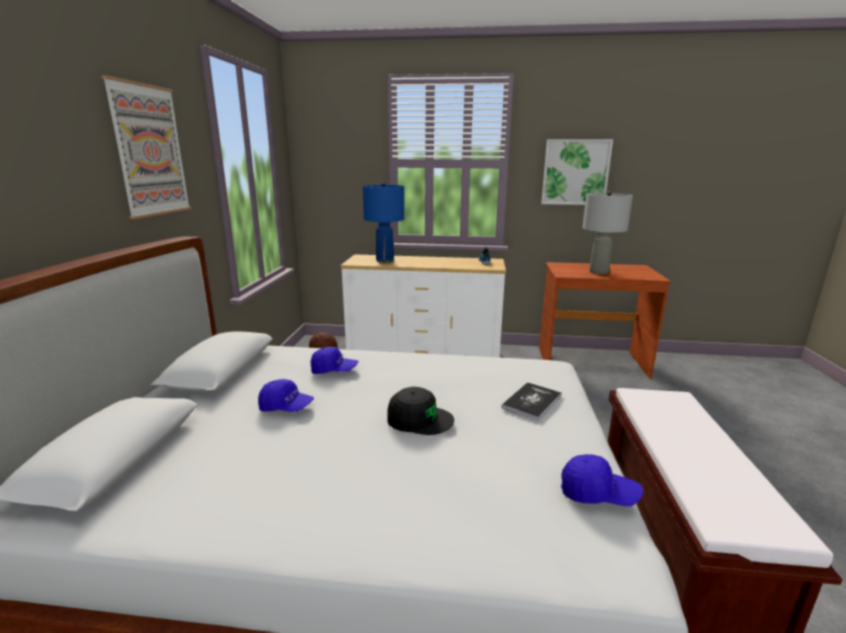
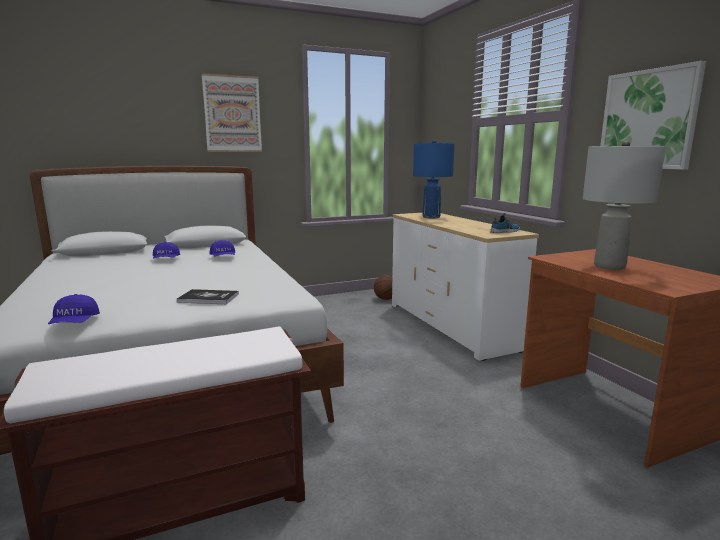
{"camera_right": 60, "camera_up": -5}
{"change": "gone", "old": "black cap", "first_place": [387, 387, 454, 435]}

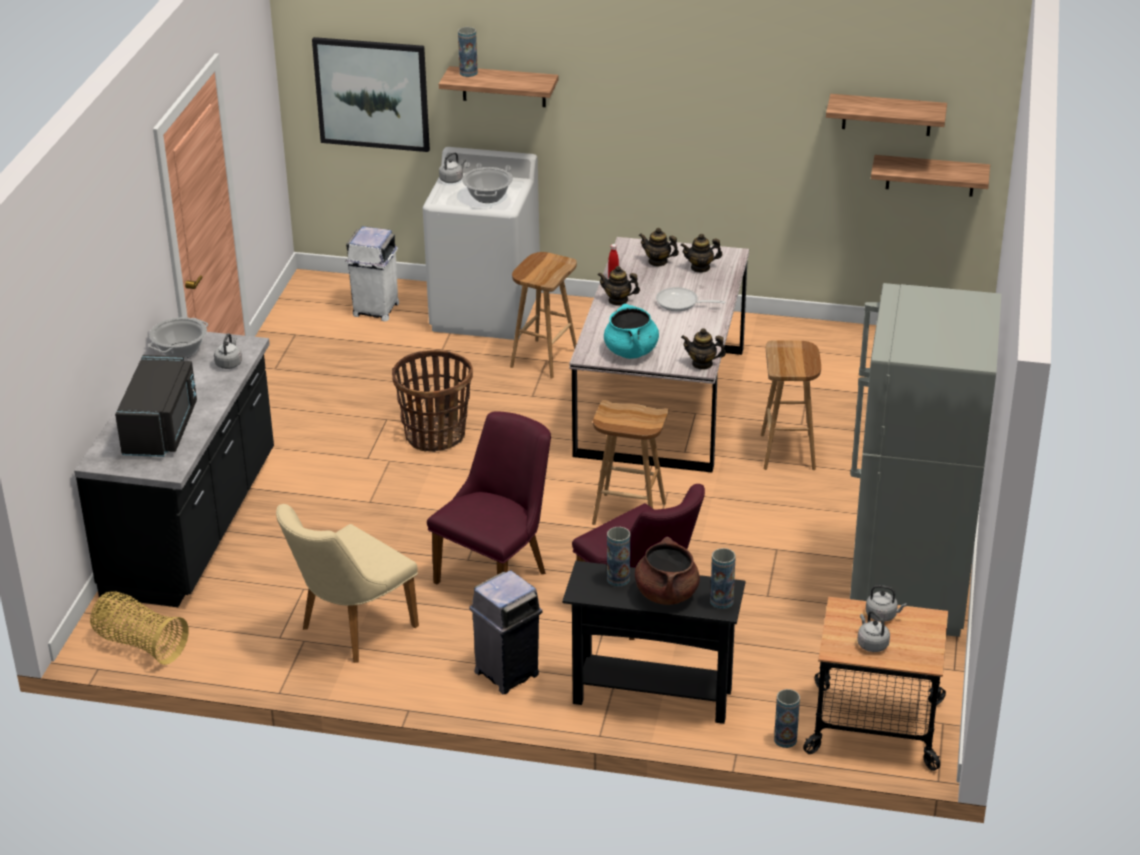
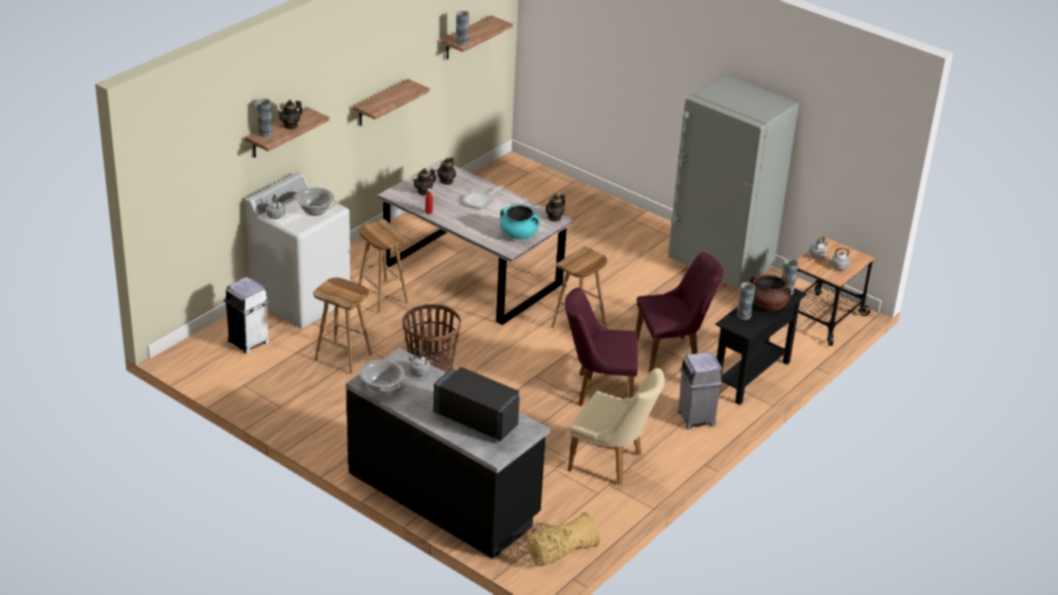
{"camera_right": -65, "camera_up": 0}
{"change": "rotated", "old": "beige chair", "first_place": [276, 504, 419, 663], "second_place": [568, 368, 665, 486], "degrees": -45}
{"change": "gone", "old": "picture", "first_place": [312, 37, 430, 152]}
{"change": "rotated", "old": "purple chair", "first_place": [427, 412, 551, 585], "second_place": [565, 288, 638, 406], "degrees": -60}
{"change": "shifted", "old": "teapot", "first_place": [598, 266, 640, 306], "second_place": [278, 100, 303, 129]}
{"change": "shifted", "old": "brown stool", "first_place": [761, 340, 821, 470], "second_place": [313, 278, 372, 374]}
{"change": "shifted", "old": "vase", "first_place": [774, 689, 800, 748], "second_place": [456, 11, 469, 46]}
{"change": "shifted", "old": "shelf", "first_place": [871, 155, 990, 197], "second_place": [353, 79, 430, 126]}

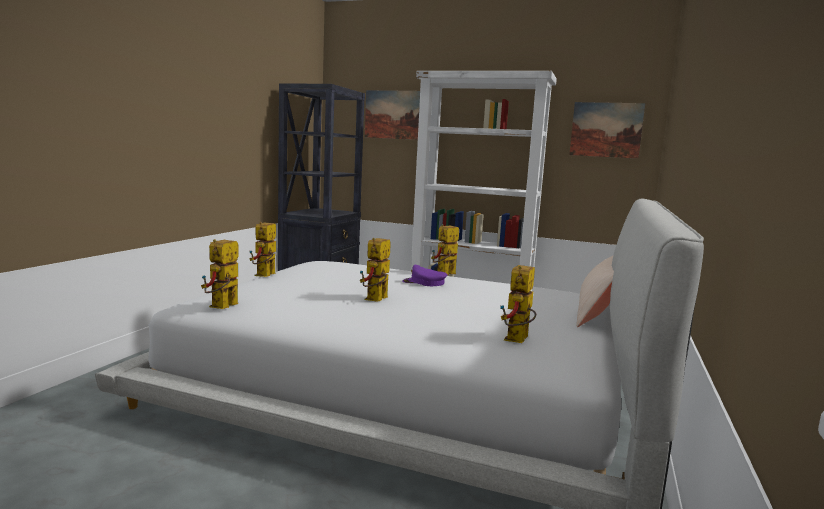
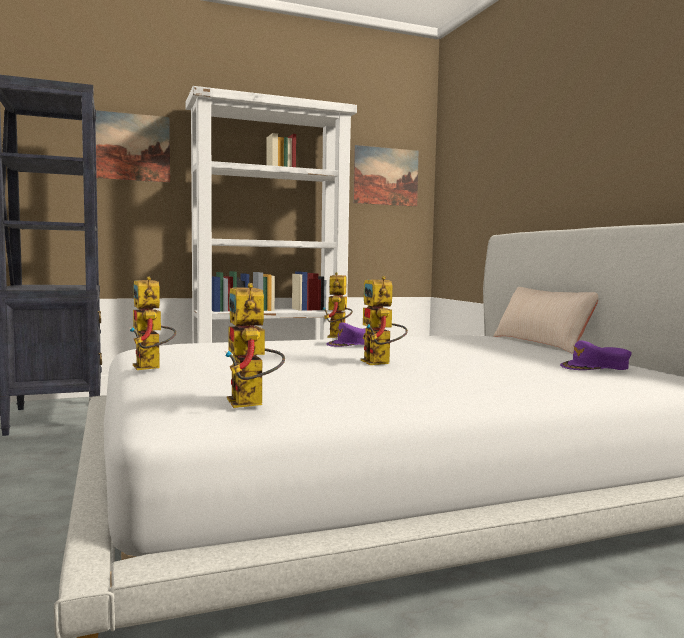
{"camera_right": -40, "camera_up": -5}
{"change": "swapped", "old": "toy robot", "new": "purple cap", "first_place": [500, 265, 536, 343], "second_place": [560, 340, 632, 370]}

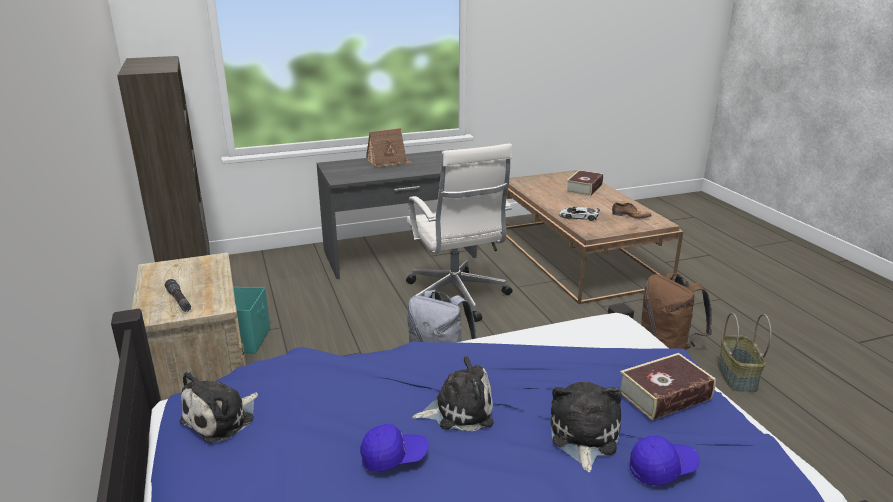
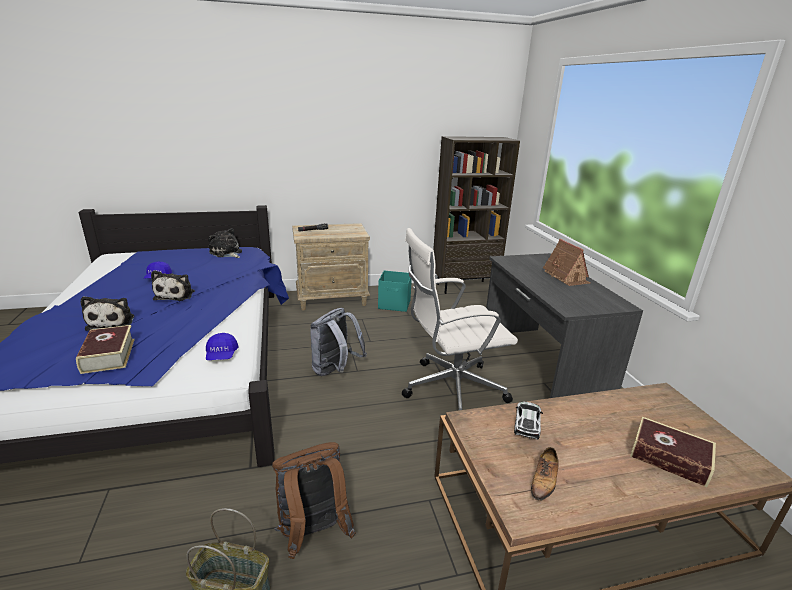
{"camera_right": 95, "camera_up": 0}
{"change": "rotated", "old": "plush toy", "first_place": [550, 382, 622, 472], "second_place": [81, 296, 134, 331], "degrees": 60}
{"change": "shifted", "old": "blue cap", "first_place": [630, 435, 699, 485], "second_place": [206, 333, 238, 360]}

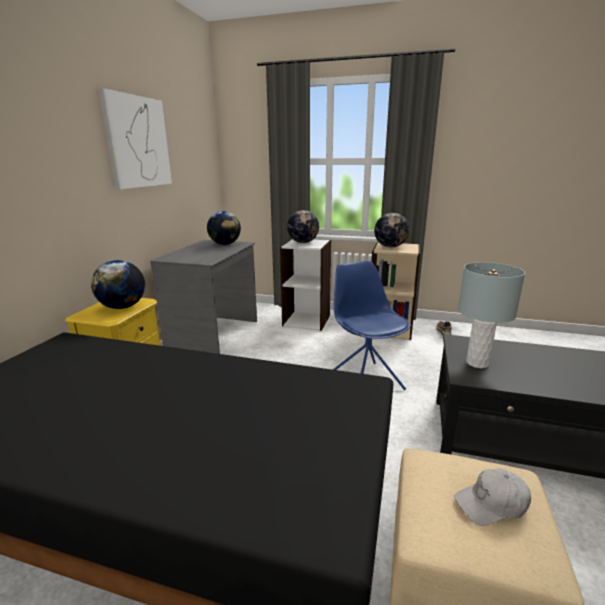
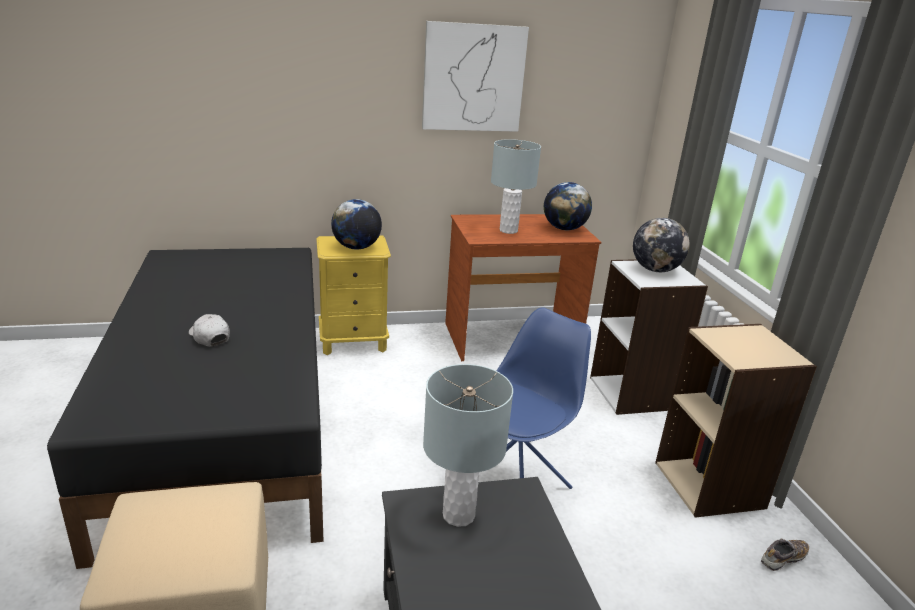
{"camera_right": 60, "camera_up": 5}
{"change": "repainted", "old": "grey desk", "new": "brown desk", "first_place": [150, 240, 257, 354], "second_place": [445, 214, 601, 361]}
{"change": "gone", "old": "globe", "first_place": [374, 213, 409, 247]}
{"change": "shifted", "old": "white cap", "first_place": [454, 468, 531, 526], "second_place": [189, 314, 230, 347]}
{"change": "new", "new": "grey table lamp", "second_place": [491, 139, 541, 234]}

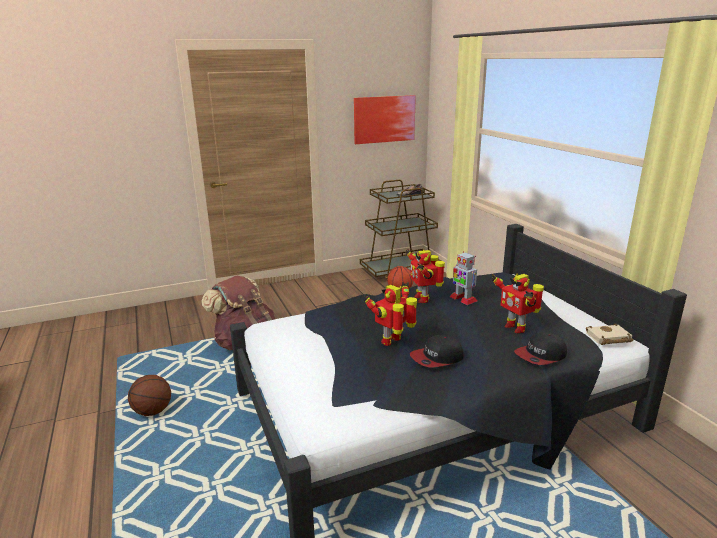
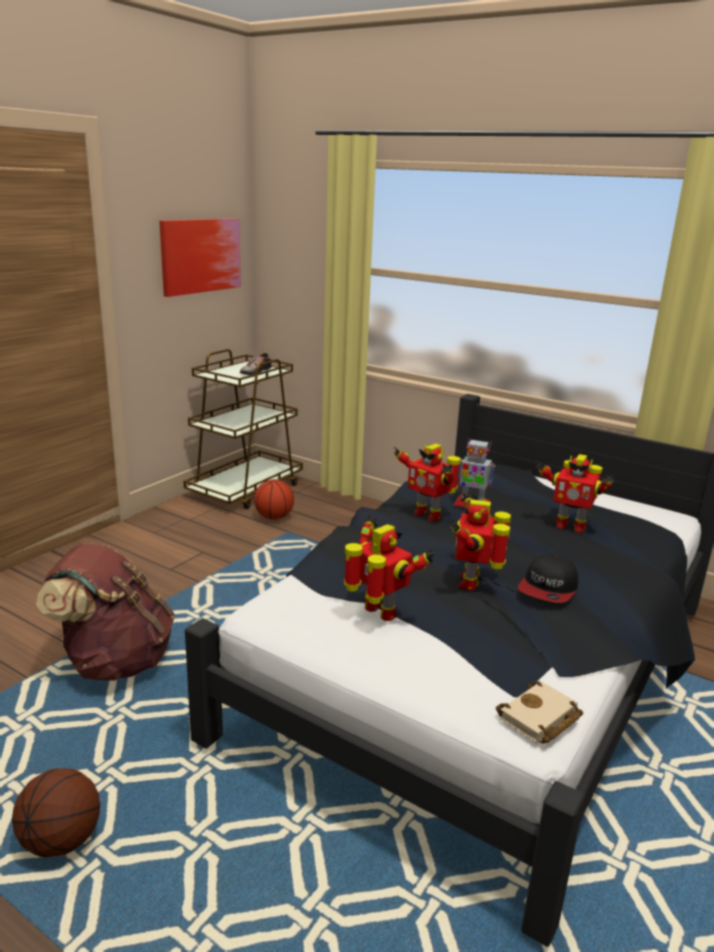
{"camera_right": -35, "camera_up": 0}
{"change": "gone", "old": "cap", "first_place": [514, 332, 567, 365]}
{"change": "shifted", "old": "beige book", "first_place": [586, 324, 633, 345], "second_place": [496, 681, 583, 744]}
{"change": "new", "new": "toy robot", "second_place": [344, 515, 434, 621]}

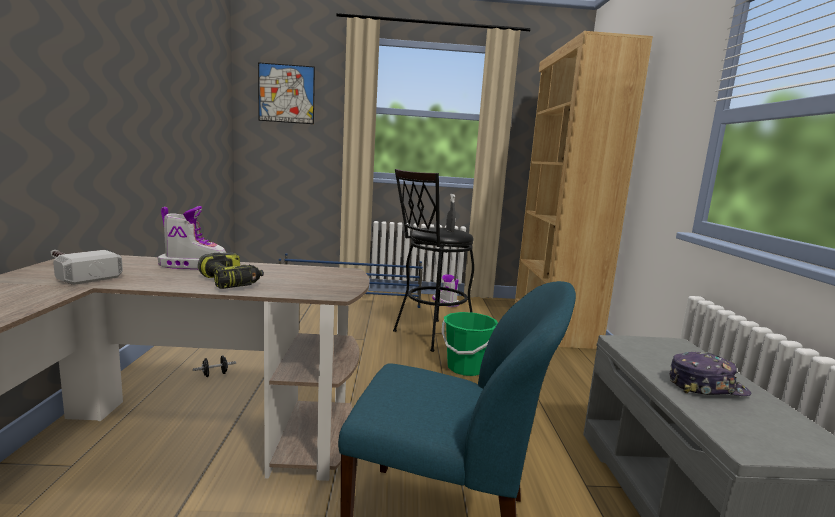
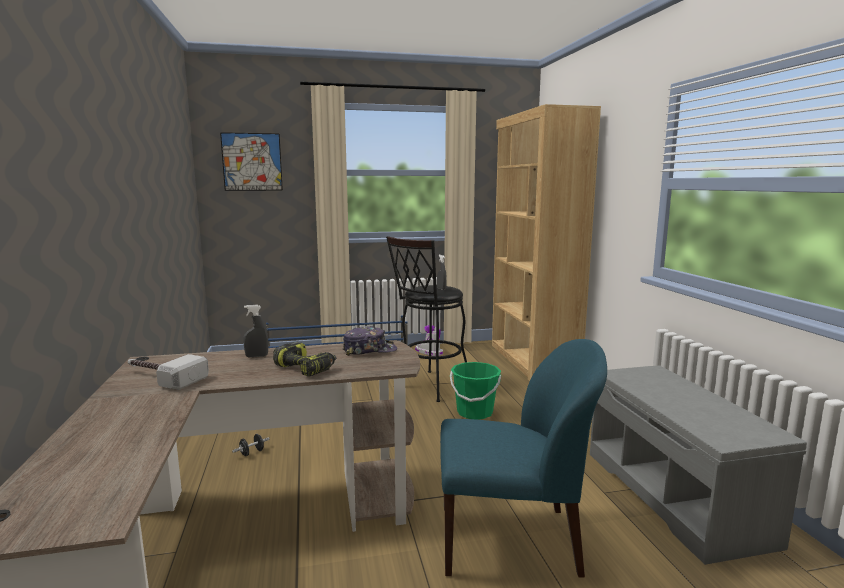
{"camera_right": -10, "camera_up": 0}
{"change": "swapped", "old": "boot", "new": "grey spray bottle", "first_place": [158, 206, 226, 269], "second_place": [243, 305, 268, 357]}
{"change": "shifted", "old": "cap", "first_place": [669, 352, 751, 396], "second_place": [343, 326, 397, 356]}

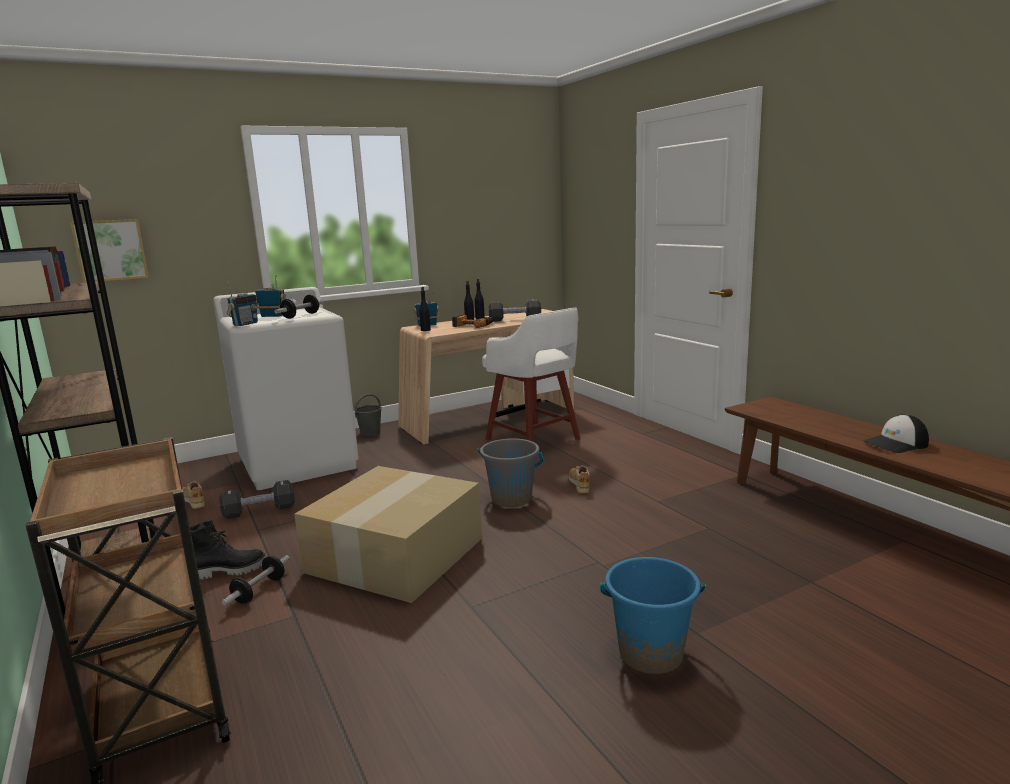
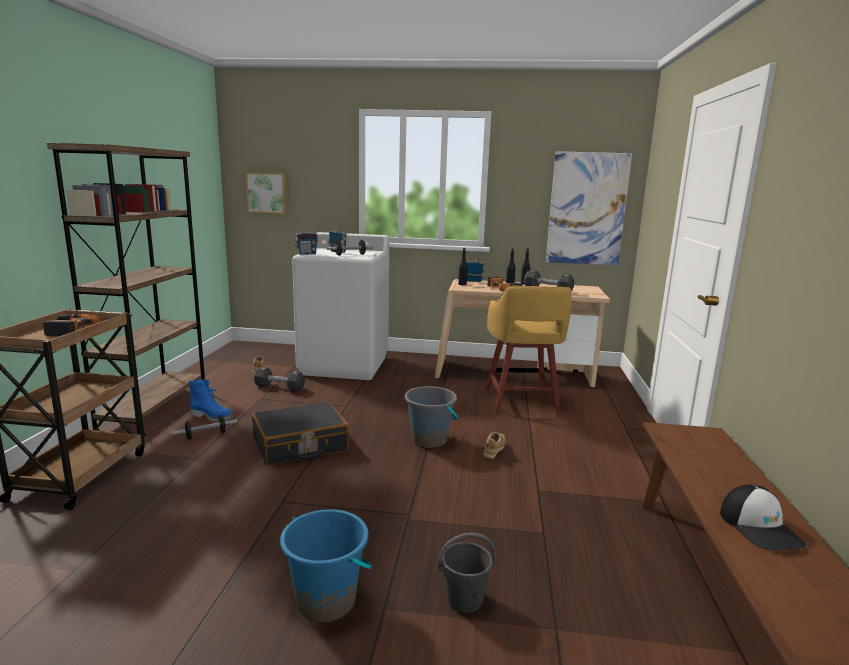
{"camera_right": 35, "camera_up": 0}
{"change": "repainted", "old": "black boot", "new": "blue boot", "first_place": [190, 520, 266, 580], "second_place": [188, 379, 233, 423]}
{"change": "swapped", "old": "cardboard box", "new": "black suitcase", "first_place": [294, 466, 482, 603], "second_place": [252, 401, 349, 466]}
{"change": "shifted", "old": "grey bucket", "first_place": [354, 394, 382, 436], "second_place": [438, 533, 496, 613]}
{"change": "repainted", "old": "white stool", "new": "yellow stool", "first_place": [482, 308, 580, 442], "second_place": [485, 286, 571, 414]}
{"change": "rotated", "old": "cap", "first_place": [864, 414, 929, 453], "second_place": [720, 485, 806, 551], "degrees": -120}
{"change": "new", "new": "power drill", "second_place": [43, 314, 100, 336]}
{"change": "new", "new": "picture", "second_place": [546, 151, 632, 265]}

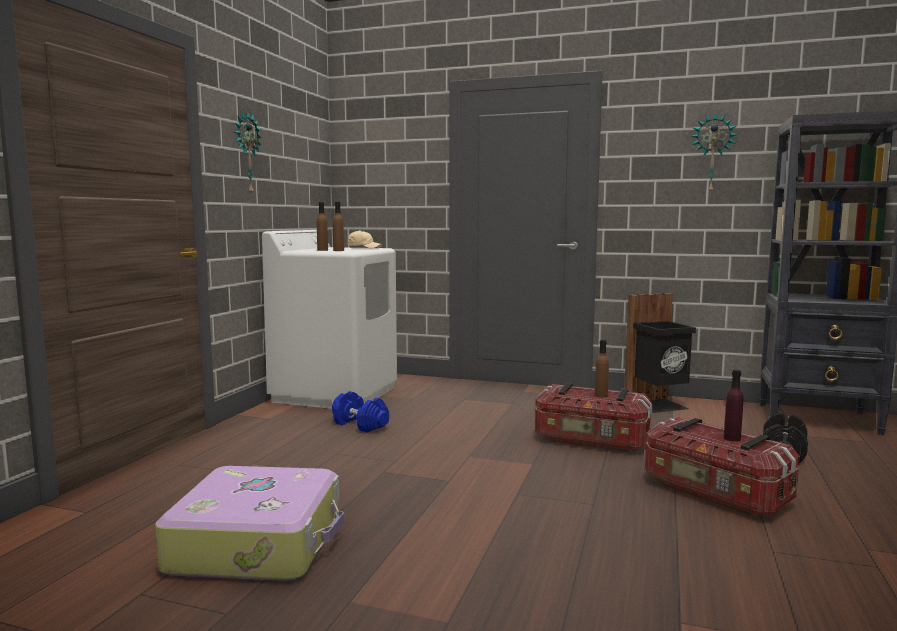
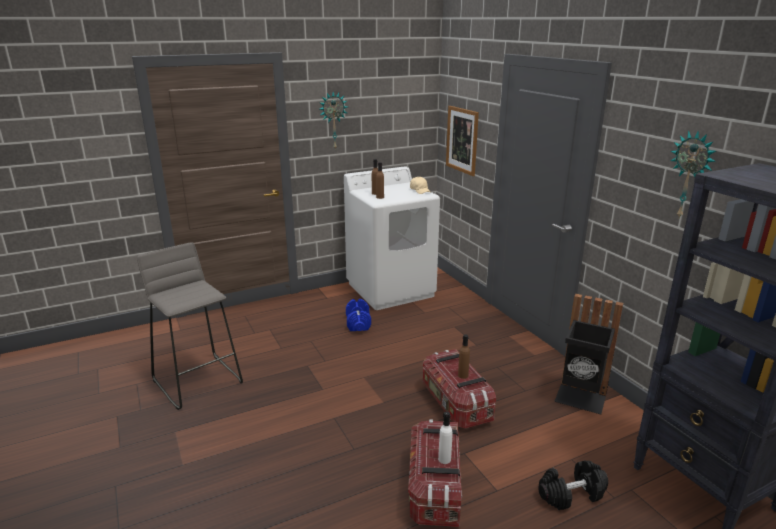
{"camera_right": 45, "camera_up": 15}
{"change": "swapped", "old": "suitcase", "new": "grey stool", "first_place": [155, 466, 344, 581], "second_place": [137, 242, 243, 410]}
{"change": "repainted", "old": "purple bottle", "new": "white bottle", "first_place": [724, 370, 743, 442], "second_place": [438, 411, 452, 464]}
{"change": "new", "new": "picture", "second_place": [446, 106, 479, 176]}

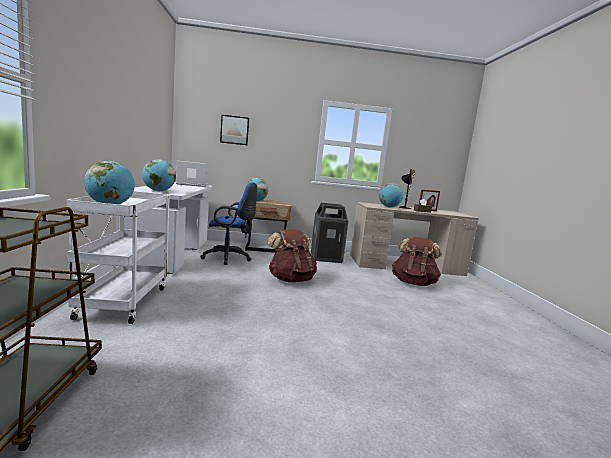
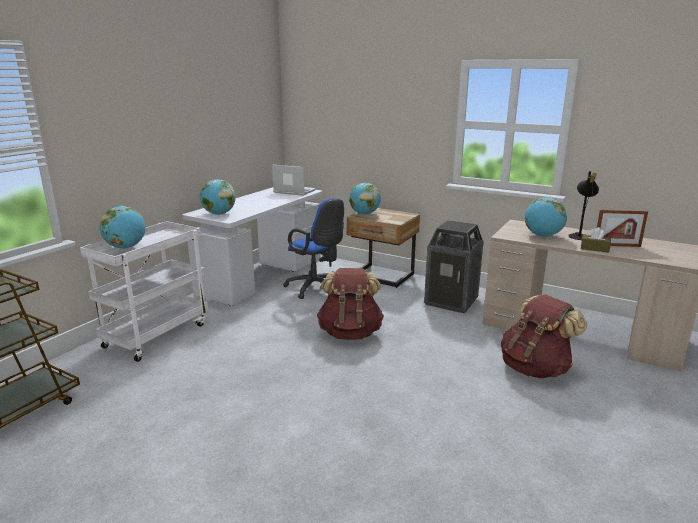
{"camera_right": 35, "camera_up": 10}
{"change": "gone", "old": "picture", "first_place": [220, 115, 249, 145]}

